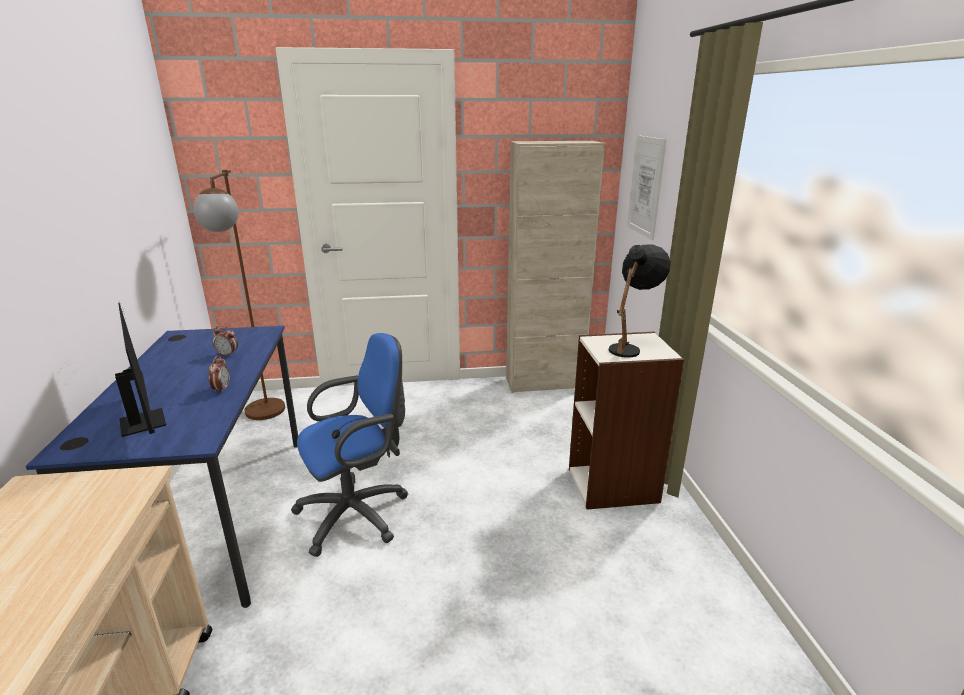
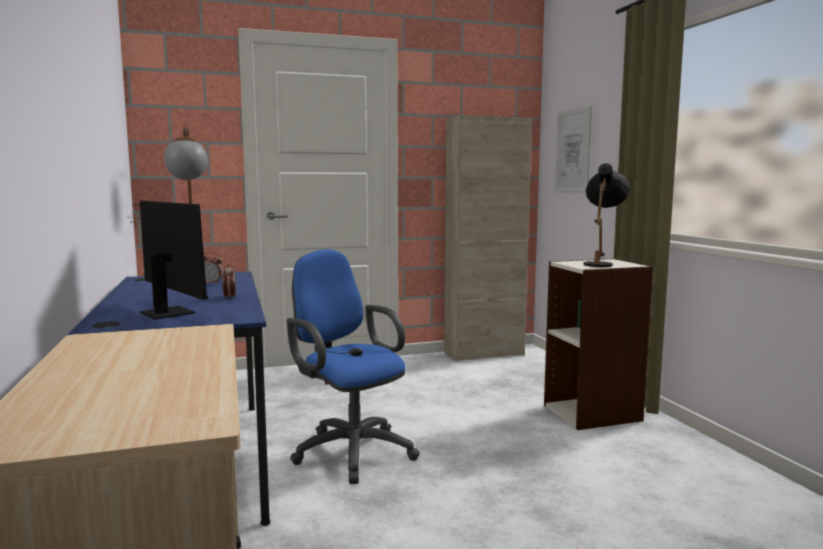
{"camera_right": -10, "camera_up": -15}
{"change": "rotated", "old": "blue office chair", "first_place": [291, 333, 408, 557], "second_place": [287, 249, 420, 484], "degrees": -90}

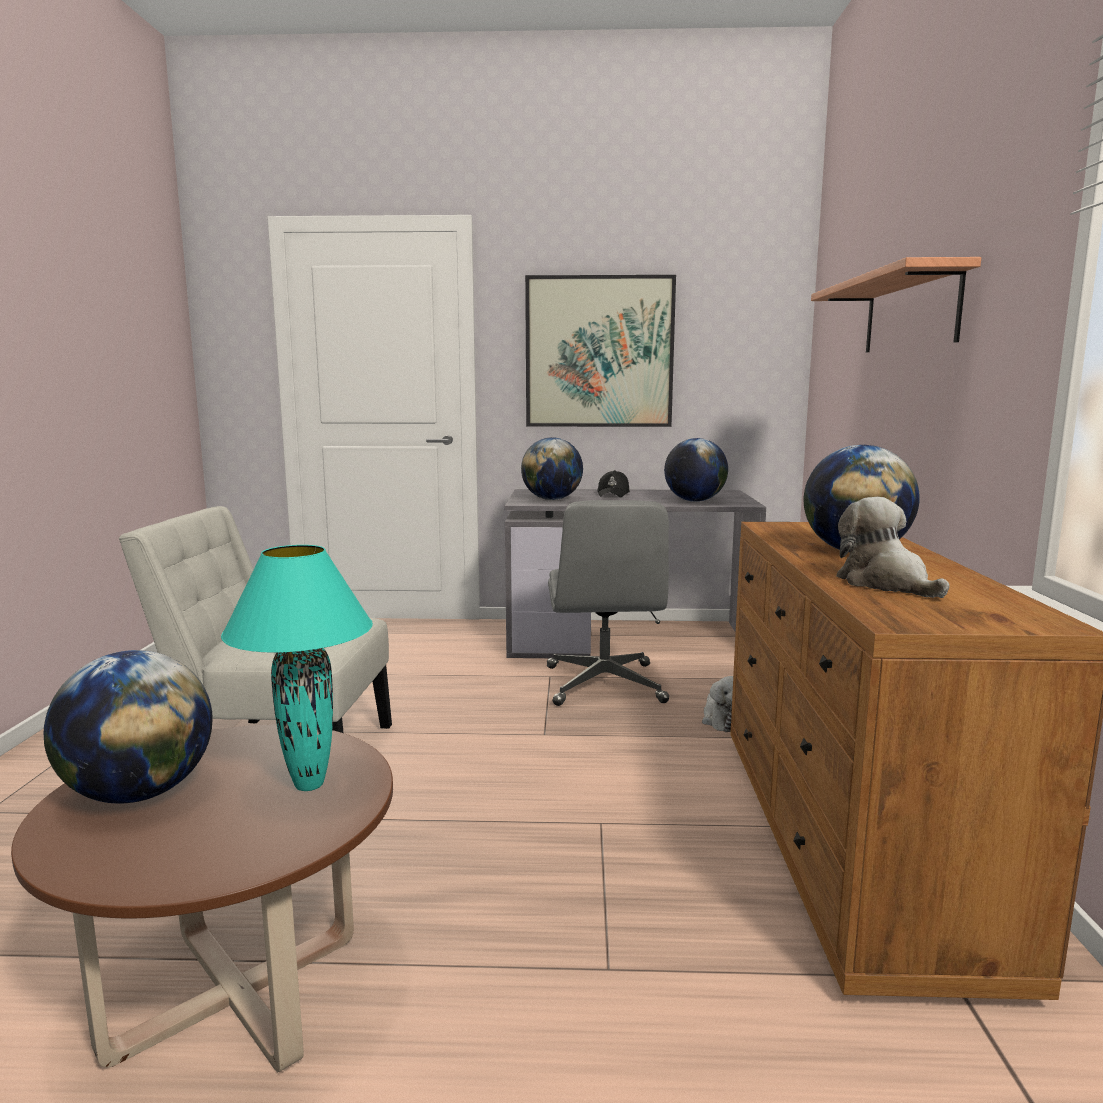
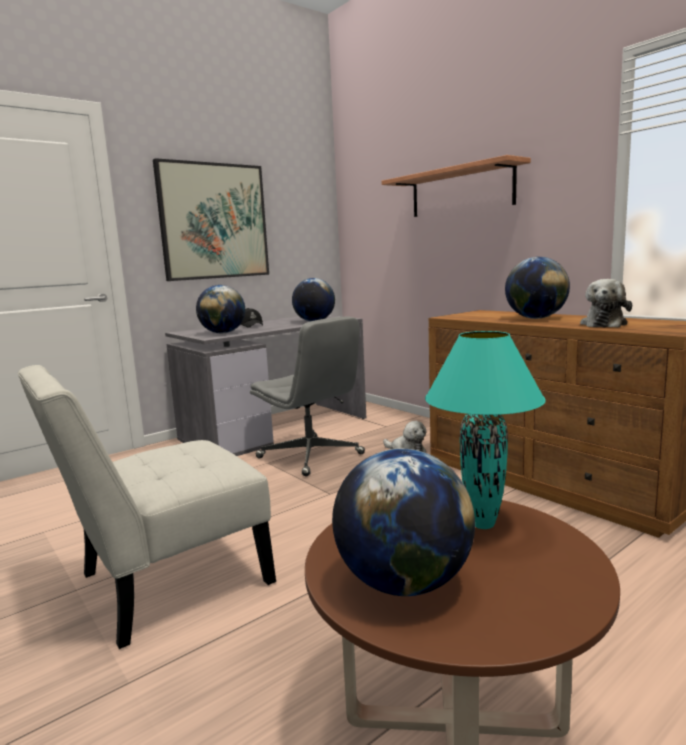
{"camera_right": -40, "camera_up": 0}
{"change": "rotated", "old": "plush toy", "first_place": [836, 497, 949, 598], "second_place": [580, 279, 632, 328], "degrees": -90}

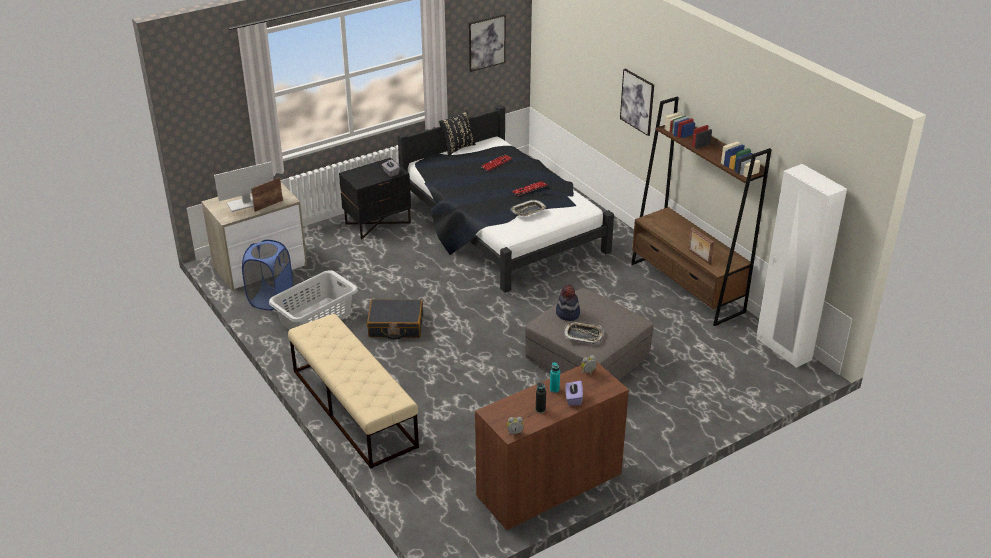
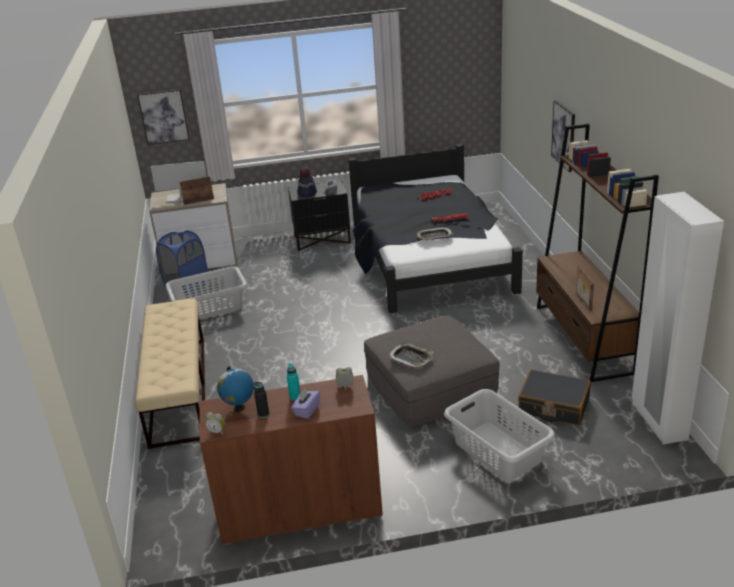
{"camera_right": 25, "camera_up": -5}
{"change": "shifted", "old": "black suitcase", "first_place": [367, 299, 423, 340], "second_place": [518, 370, 591, 425]}
{"change": "gone", "old": "black pillow", "first_place": [439, 110, 476, 156]}
{"change": "shifted", "old": "picture", "first_place": [469, 15, 505, 72], "second_place": [137, 89, 190, 145]}
{"change": "shifted", "old": "hat", "first_place": [556, 285, 580, 321], "second_place": [297, 167, 317, 197]}
{"change": "new", "new": "globe", "second_place": [217, 366, 254, 412]}
{"change": "new", "new": "grey laundry basket", "second_place": [444, 389, 555, 481]}

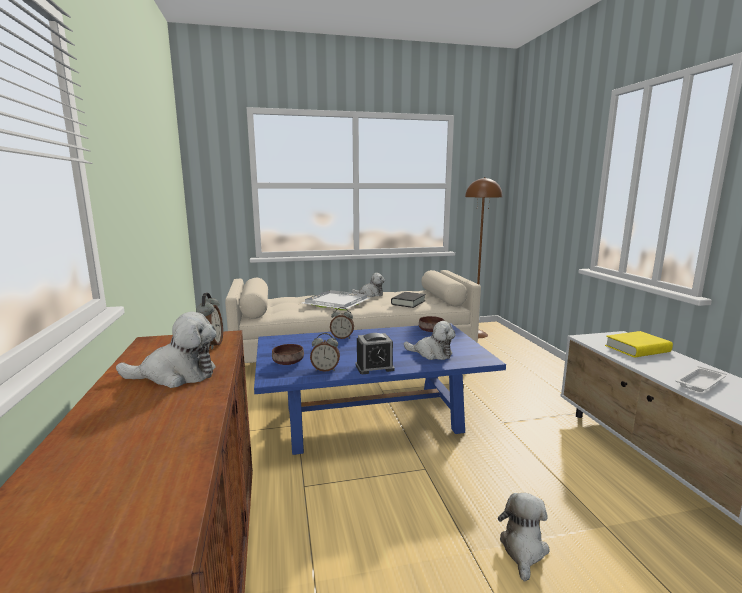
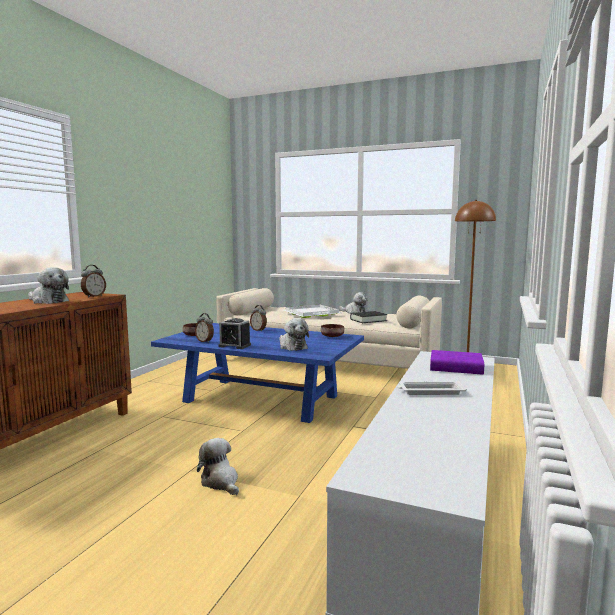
{"camera_right": 35, "camera_up": -5}
{"change": "rotated", "old": "plush toy", "first_place": [498, 493, 550, 582], "second_place": [197, 438, 239, 495], "degrees": -90}
{"change": "repainted", "old": "yellow book", "new": "purple book", "first_place": [605, 331, 673, 358], "second_place": [430, 350, 484, 375]}

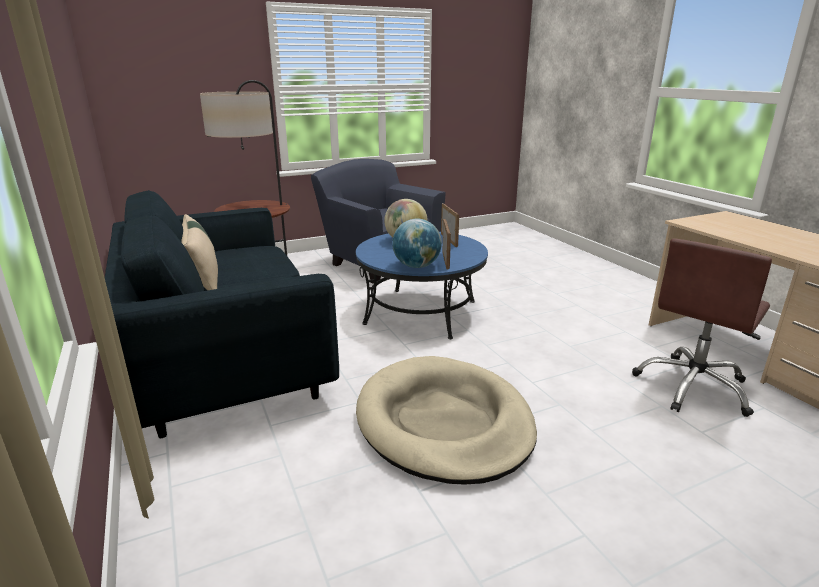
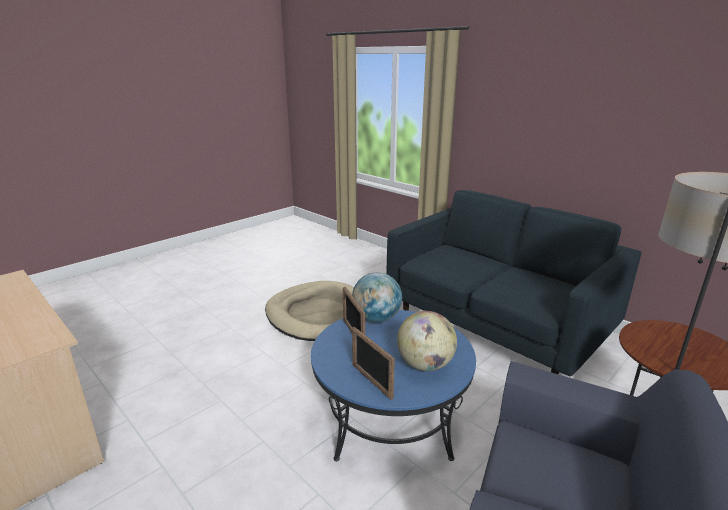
{"camera_right": 160, "camera_up": 0}
{"change": "gone", "old": "beige pillow", "first_place": [181, 214, 218, 290]}
{"change": "gone", "old": "brown office chair", "first_place": [632, 238, 772, 417]}

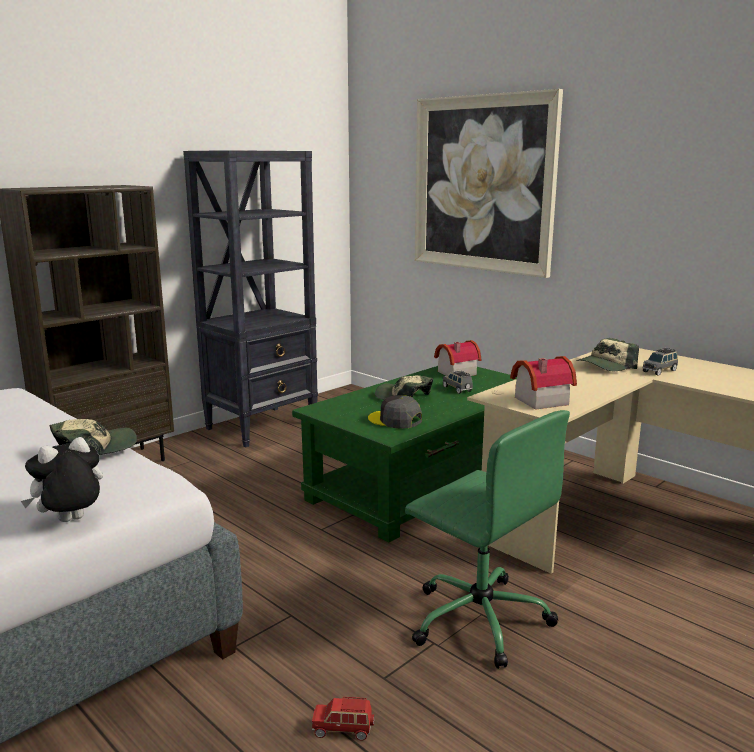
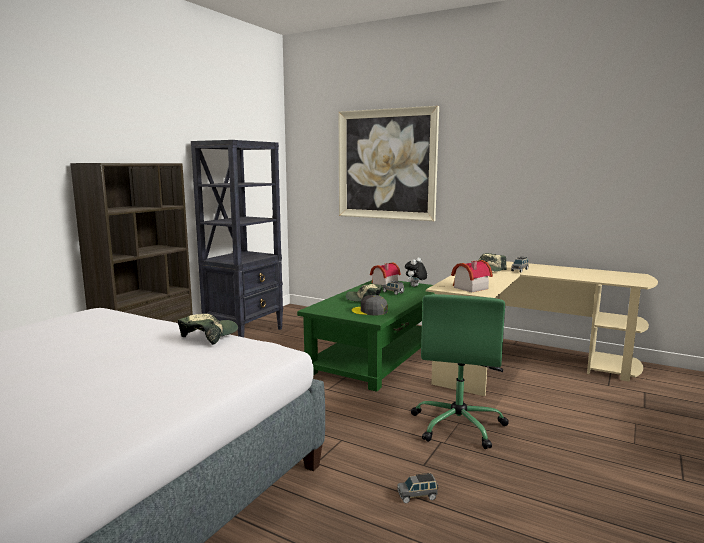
{"camera_right": -15, "camera_up": -5}
{"change": "shifted", "old": "plush toy", "first_place": [21, 437, 103, 522], "second_place": [405, 257, 427, 287]}
{"change": "repainted", "old": "red toy car", "new": "grey toy car", "first_place": [312, 697, 374, 741], "second_place": [397, 473, 438, 503]}
{"change": "rotated", "old": "green office chair", "first_place": [405, 410, 570, 669], "second_place": [411, 294, 509, 449], "degrees": 75}

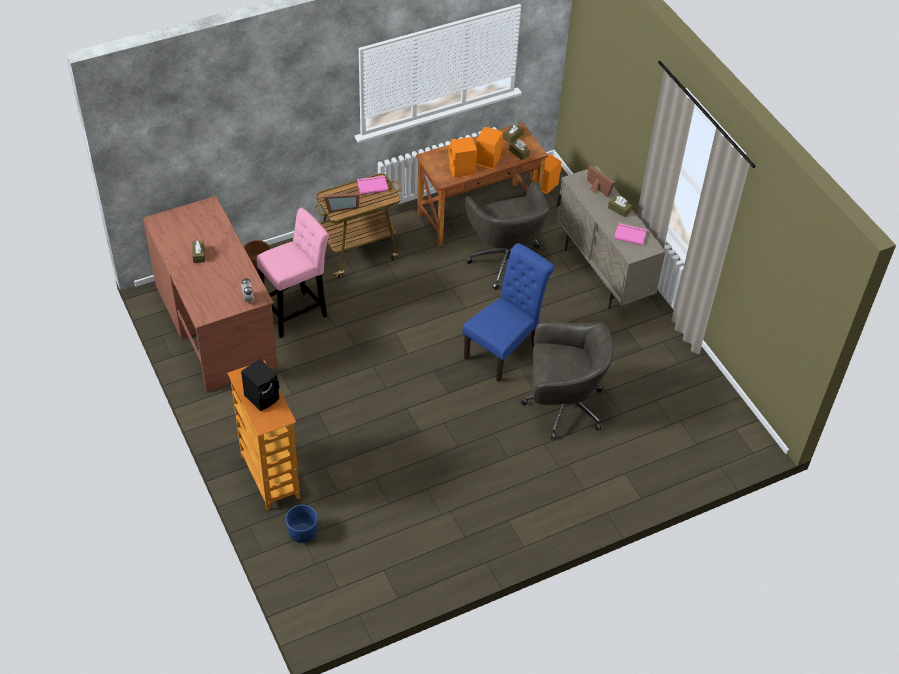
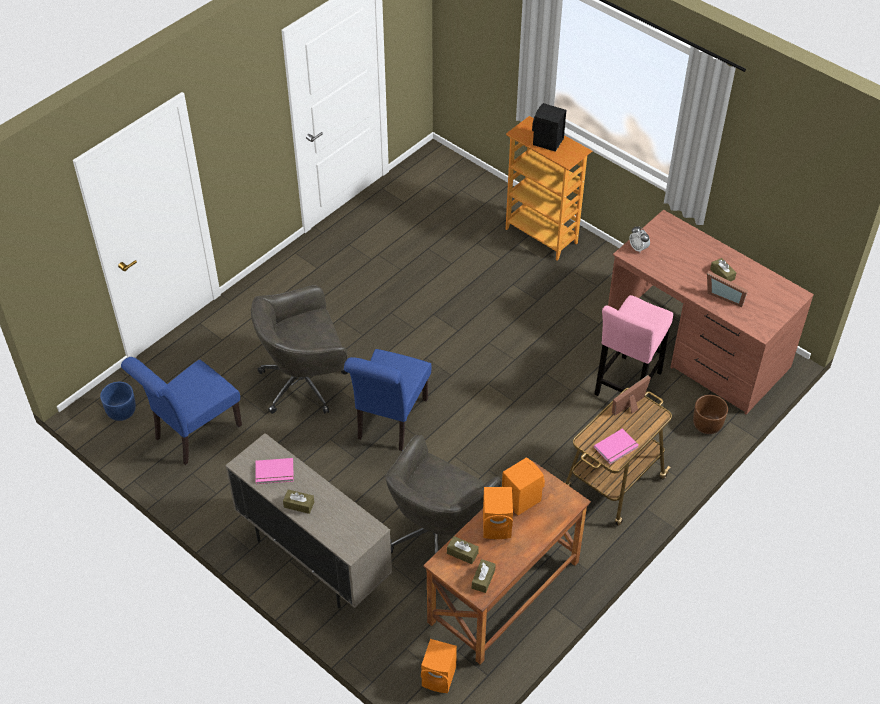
{"camera_right": 160, "camera_up": 0}
{"change": "shifted", "old": "blue planter", "first_place": [286, 505, 318, 543], "second_place": [100, 382, 136, 421]}
{"change": "rotated", "old": "grey office chair", "first_place": [465, 182, 550, 290], "second_place": [385, 435, 501, 554], "degrees": -105}
{"change": "shifted", "old": "picture frame", "first_place": [587, 166, 615, 197], "second_place": [707, 271, 748, 307]}
{"change": "new", "new": "blue chair", "second_place": [121, 357, 242, 465]}

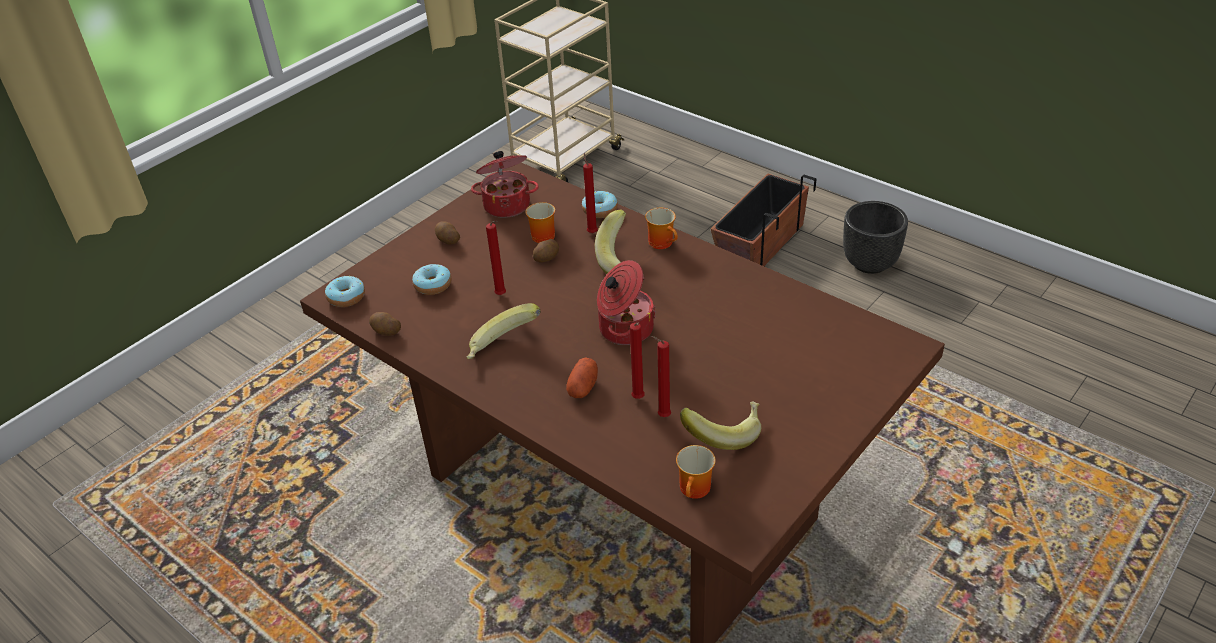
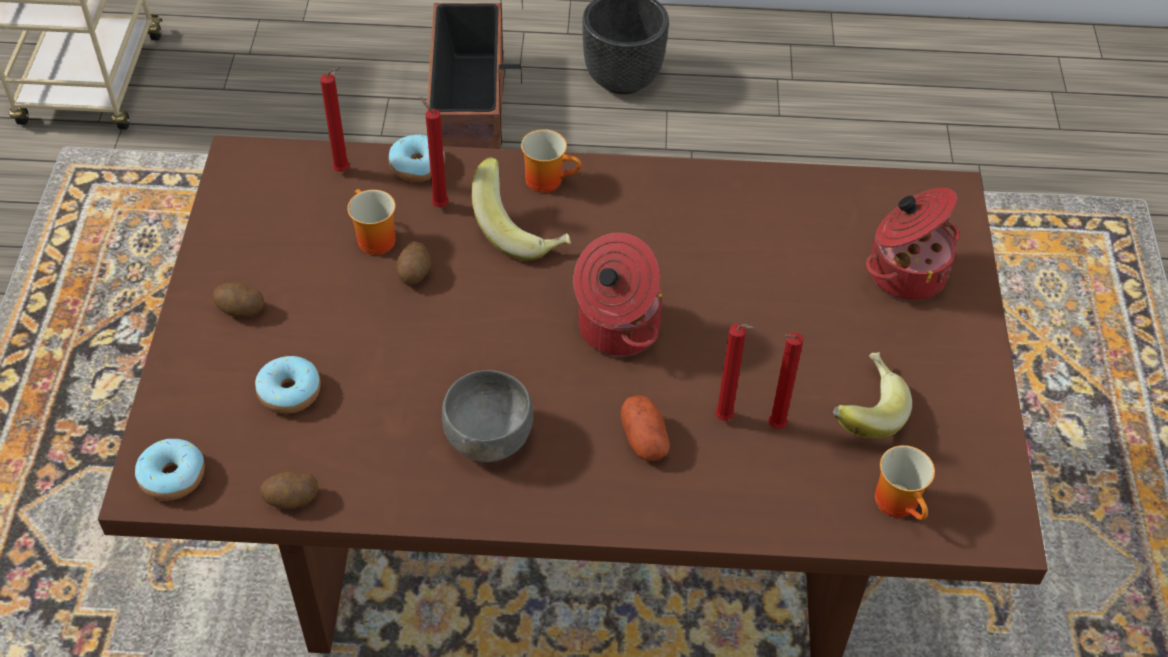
{"camera_right": -40, "camera_up": 10}
{"change": "swapped", "old": "banana", "new": "grey bowl", "first_place": [466, 303, 541, 359], "second_place": [442, 370, 533, 462]}
{"change": "shifted", "old": "cooking pot", "first_place": [471, 151, 539, 218], "second_place": [866, 188, 960, 301]}
{"change": "shifted", "old": "red candle", "first_place": [486, 221, 506, 295], "second_place": [320, 67, 349, 172]}

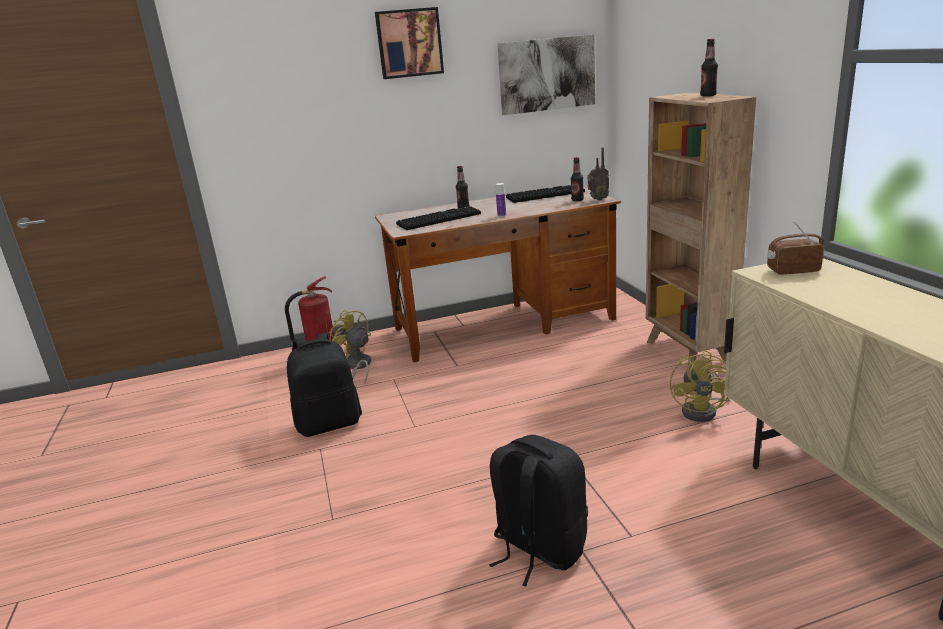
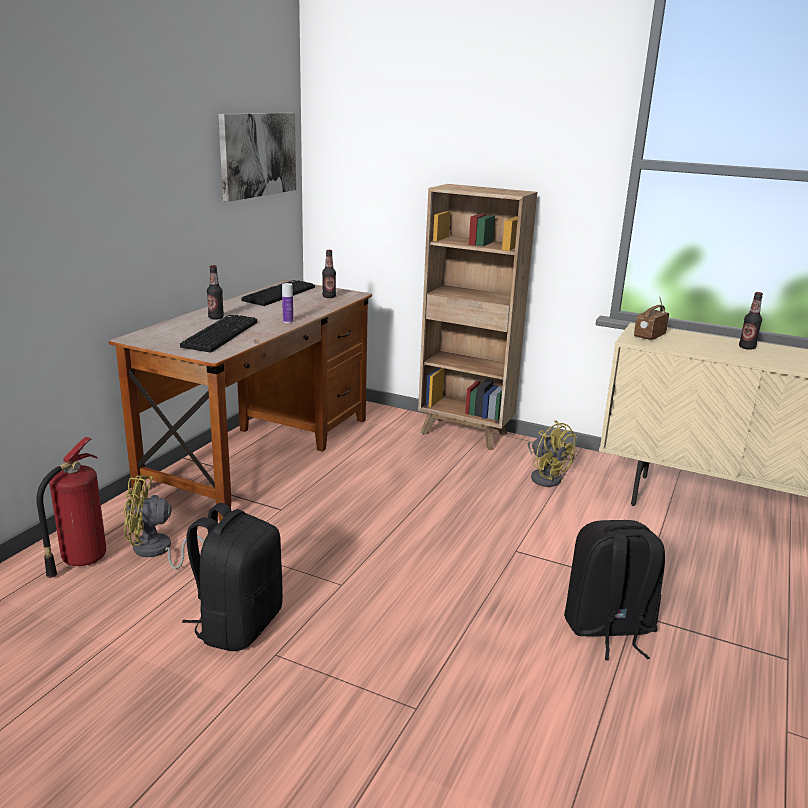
{"camera_right": -50, "camera_up": 0}
{"change": "gone", "old": "picture", "first_place": [375, 7, 444, 79]}
{"change": "gone", "old": "radio", "first_place": [588, 147, 609, 201]}
{"change": "shifted", "old": "bottle", "first_place": [700, 39, 718, 97], "second_place": [739, 292, 763, 350]}

